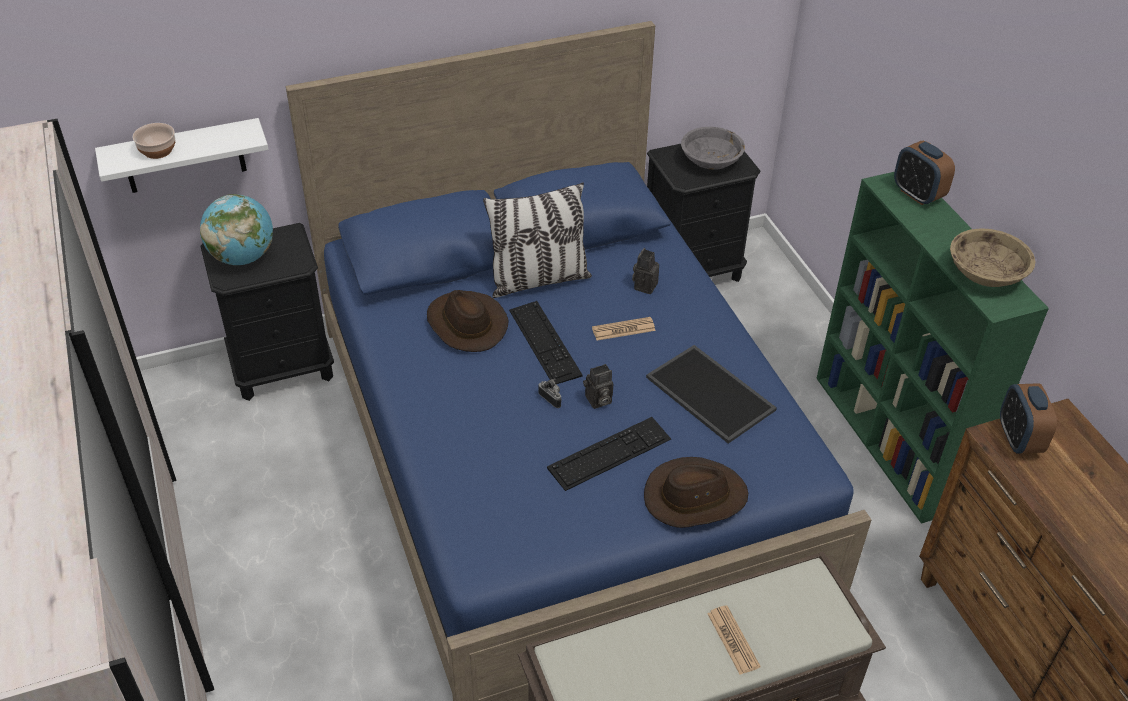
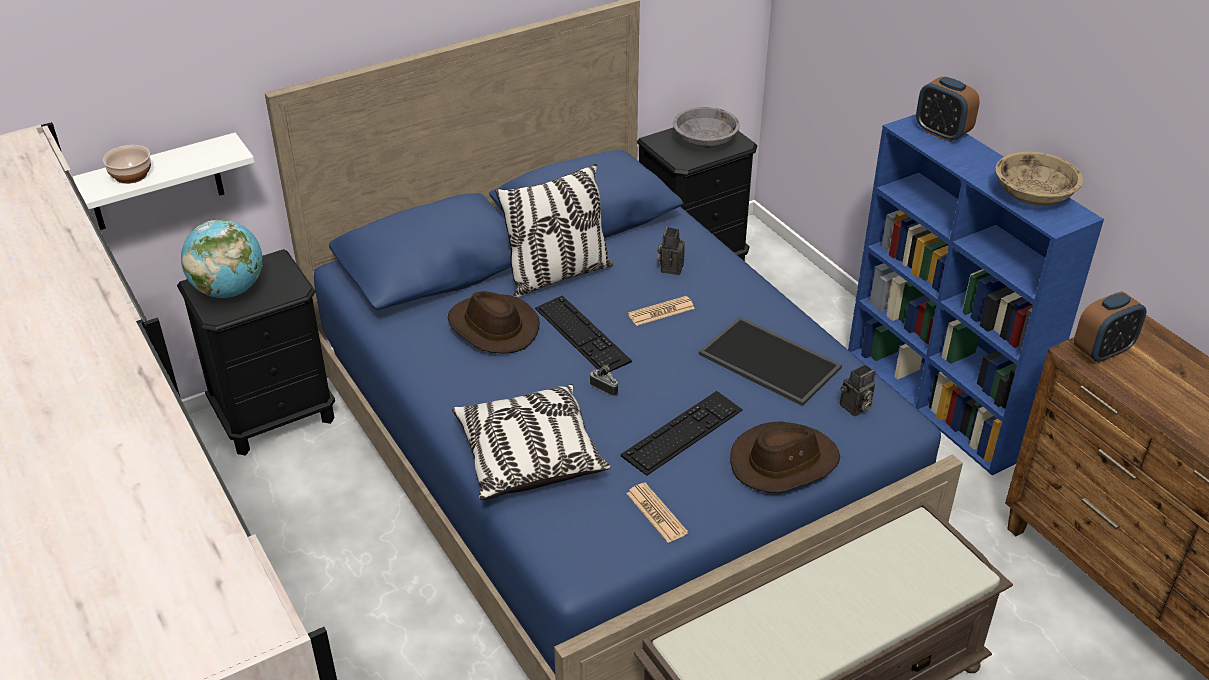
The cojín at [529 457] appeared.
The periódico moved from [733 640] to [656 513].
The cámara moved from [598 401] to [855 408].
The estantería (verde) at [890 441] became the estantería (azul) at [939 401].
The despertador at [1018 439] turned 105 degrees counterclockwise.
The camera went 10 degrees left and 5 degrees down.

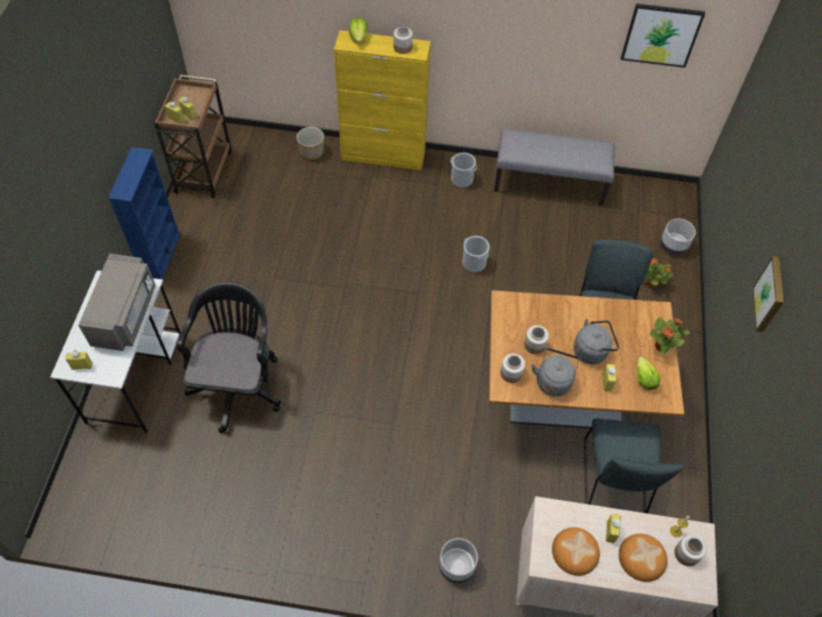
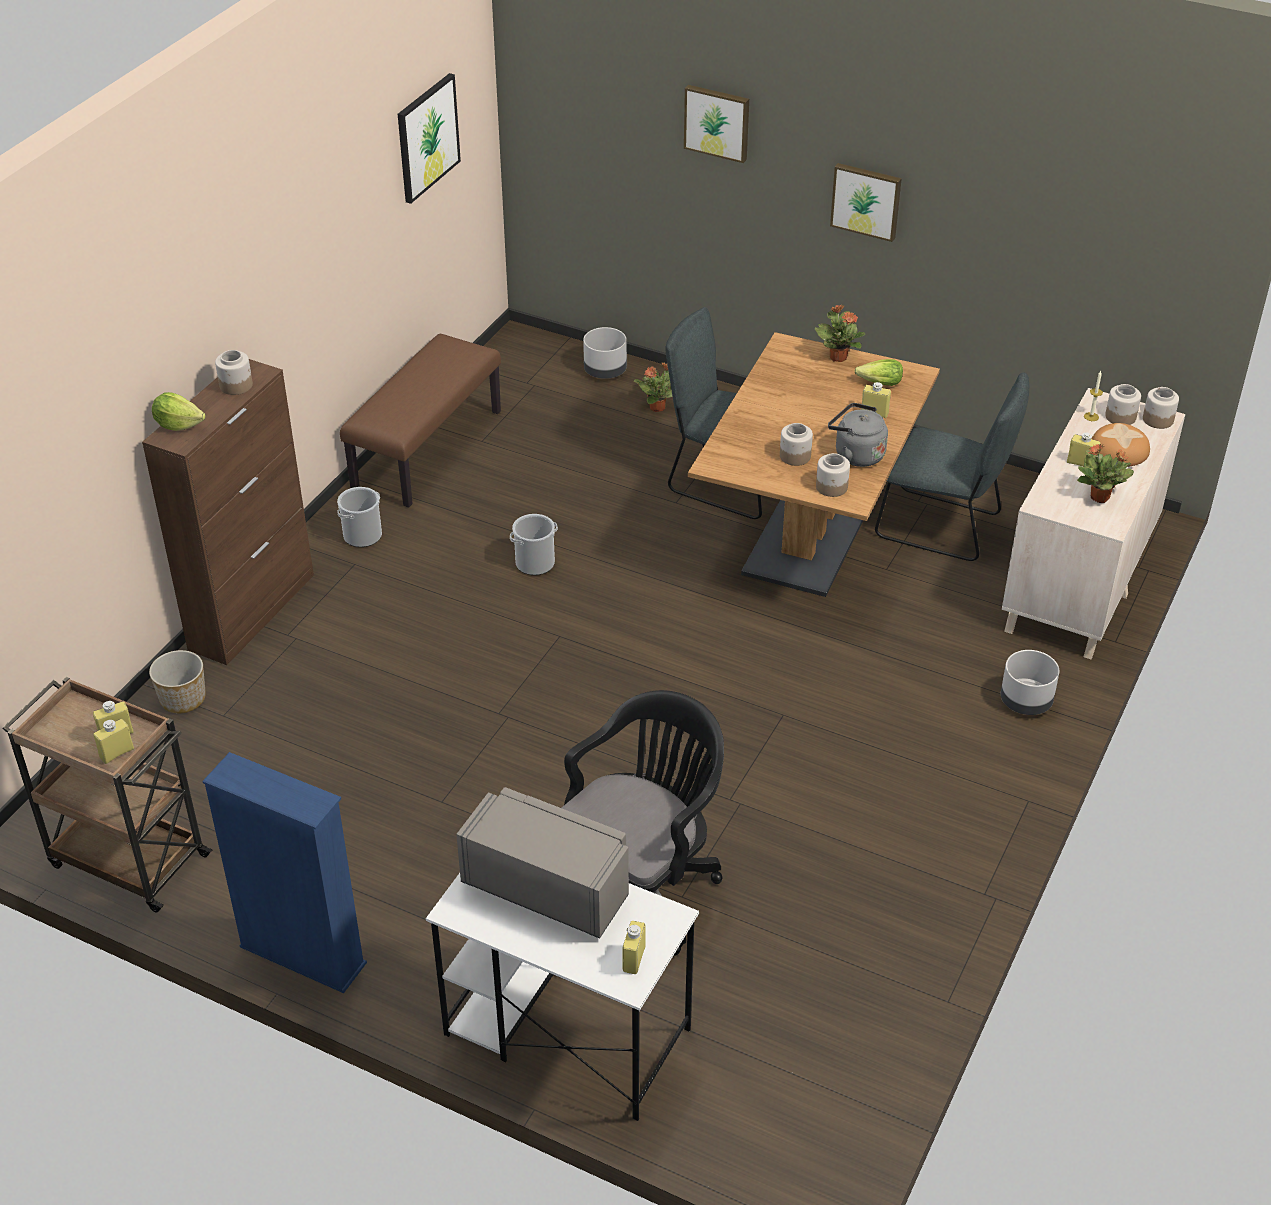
The armario (amarillo) at [383 156] became the armario (marrón) at [253 611].
The banco (gris) at [549 183] became the banco (marrón) at [426 448].
The silla de oficina (negro) at [238 384] turned 105 degrees clockwise.
The cuadro at [717 122] appeared.
The pan at [574 552] was replaced by the planta en maceta at [1100 498].
The tarro at [1157 419] appeared.
The hervidor (gris) at [592 351] disappeared.
The camera went 70 degrees left and 15 degrees down.

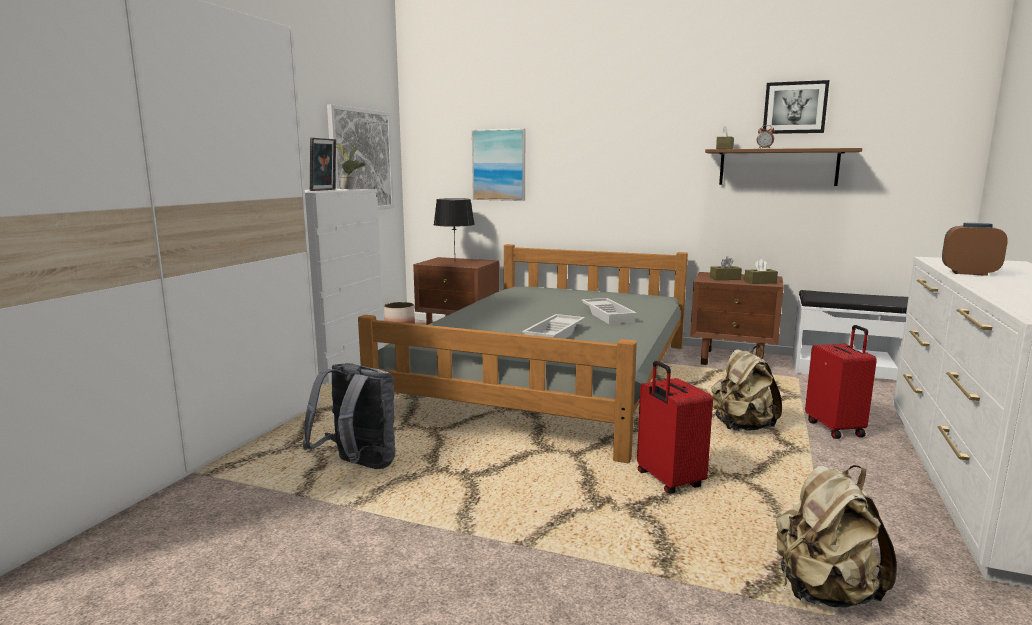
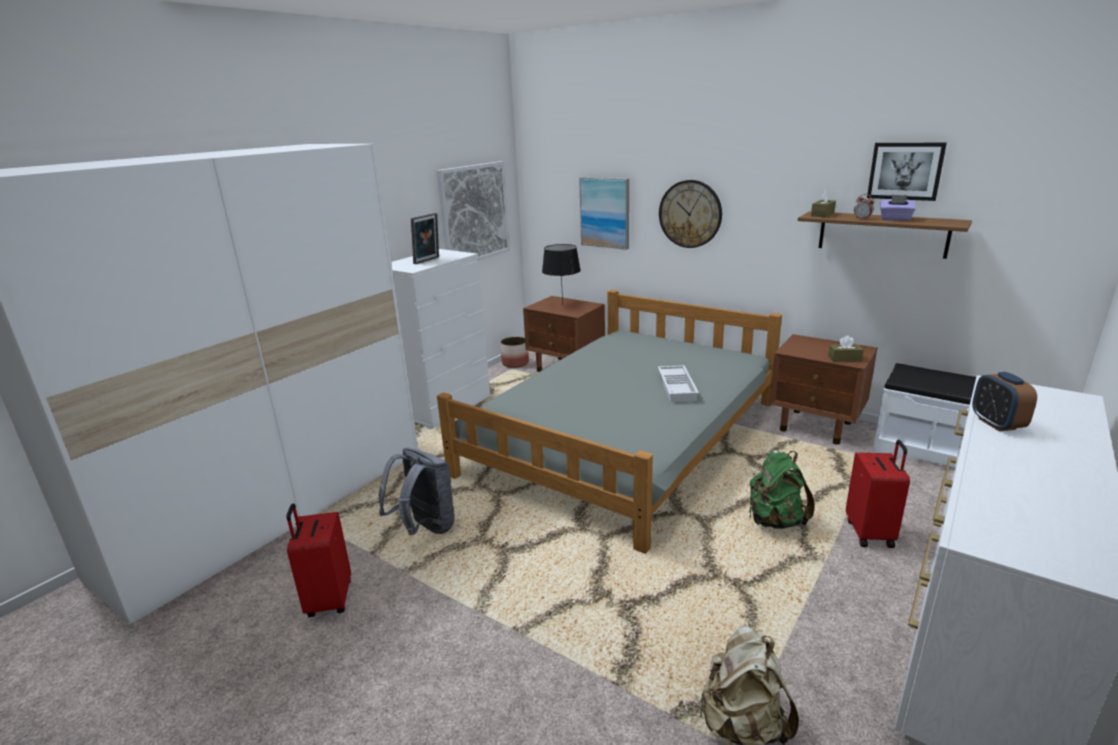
The maleta (rojo) moved from [668 481] to [328 600].
The reloj de pared at [690 214] appeared.
The mochila (beis) at [741 427] became the mochila (verde) at [775 521].
The caja de pañuelos (morado) at [895 219] appeared.
The despertador at [969 273] turned 135 degrees counterclockwise.
The planta en maceta at [351 189] disappeared.
The bandeja (blanco) at [555 335] disappeared.
The caja de pañuelos (marrón) at [725 278] disappeared.
The camera went 15 degrees right and 10 degrees up.

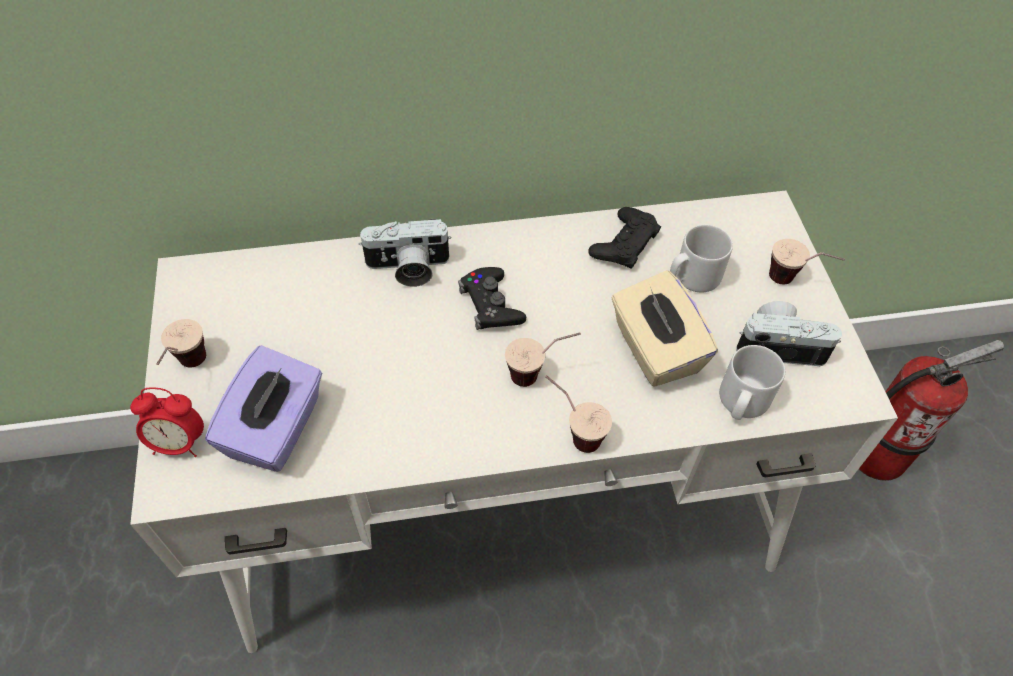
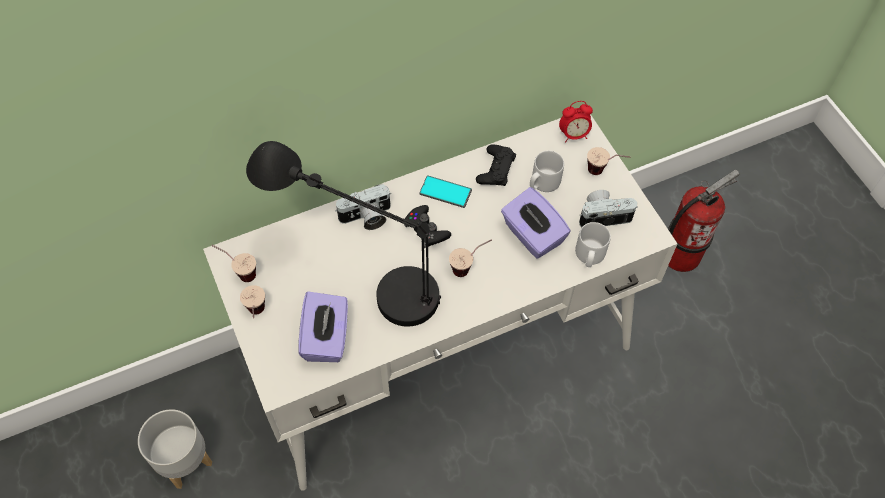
The maceta (gris) at [184 461] appeared.
The taza moved from [572 431] to [239 272].
The lámpara de mesa (negro) at [358 276] appeared.
The móvil at [445 192] appeared.
The caja de pañuelos (beis) at [655 349] became the caja de pañuelos (morado) at [532 235].
The despertador moved from [179 443] to [573 135].
The camera went 15 degrees left and 5 degrees up.

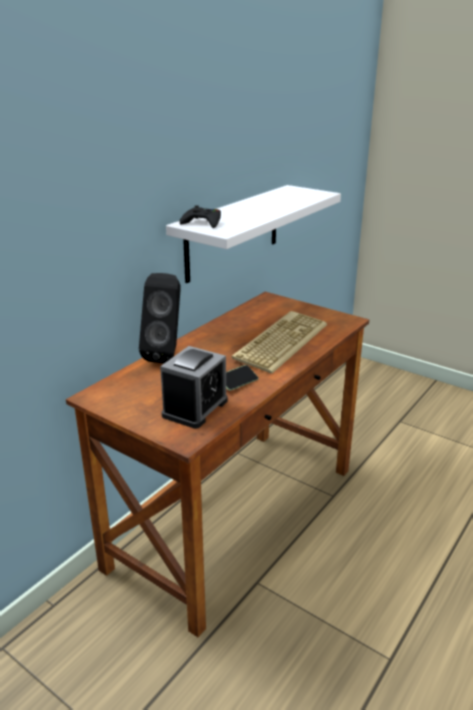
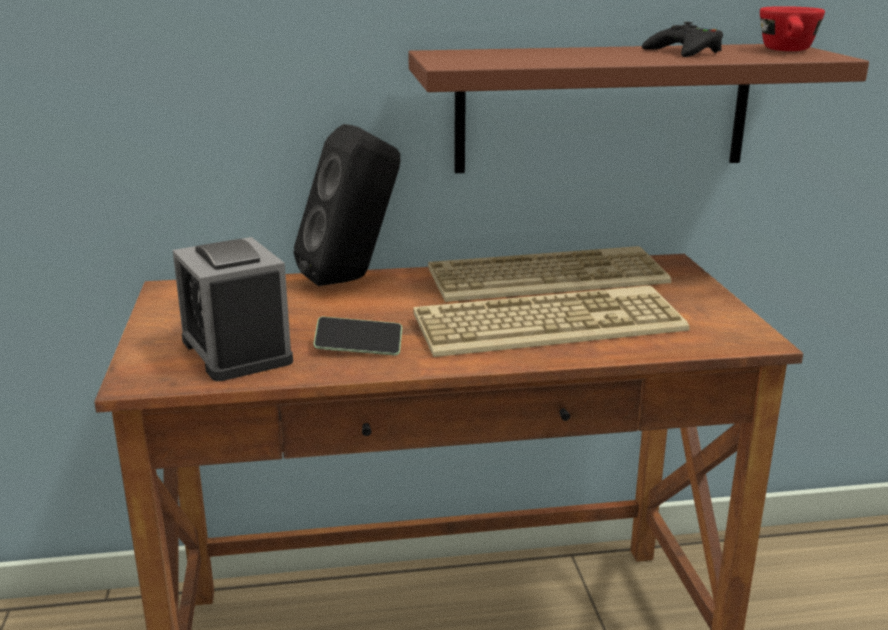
The despertador at [195 408] turned 75 degrees clockwise.
The estante (blanco) at [233 232] became the estante (marrón) at [603 108].
The teclado at [548 276] appeared.
The mando de consola (negro) moved from [202 222] to [684 52].
The taza (rojo) at [789 51] appeared.
The camera went 45 degrees right and 5 degrees down.

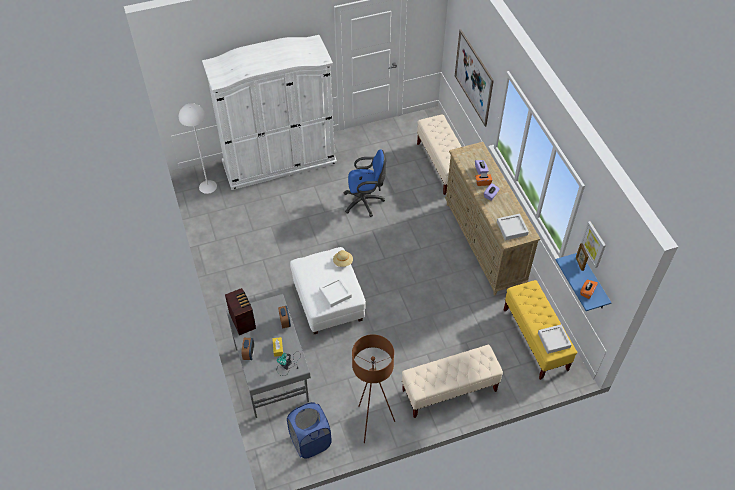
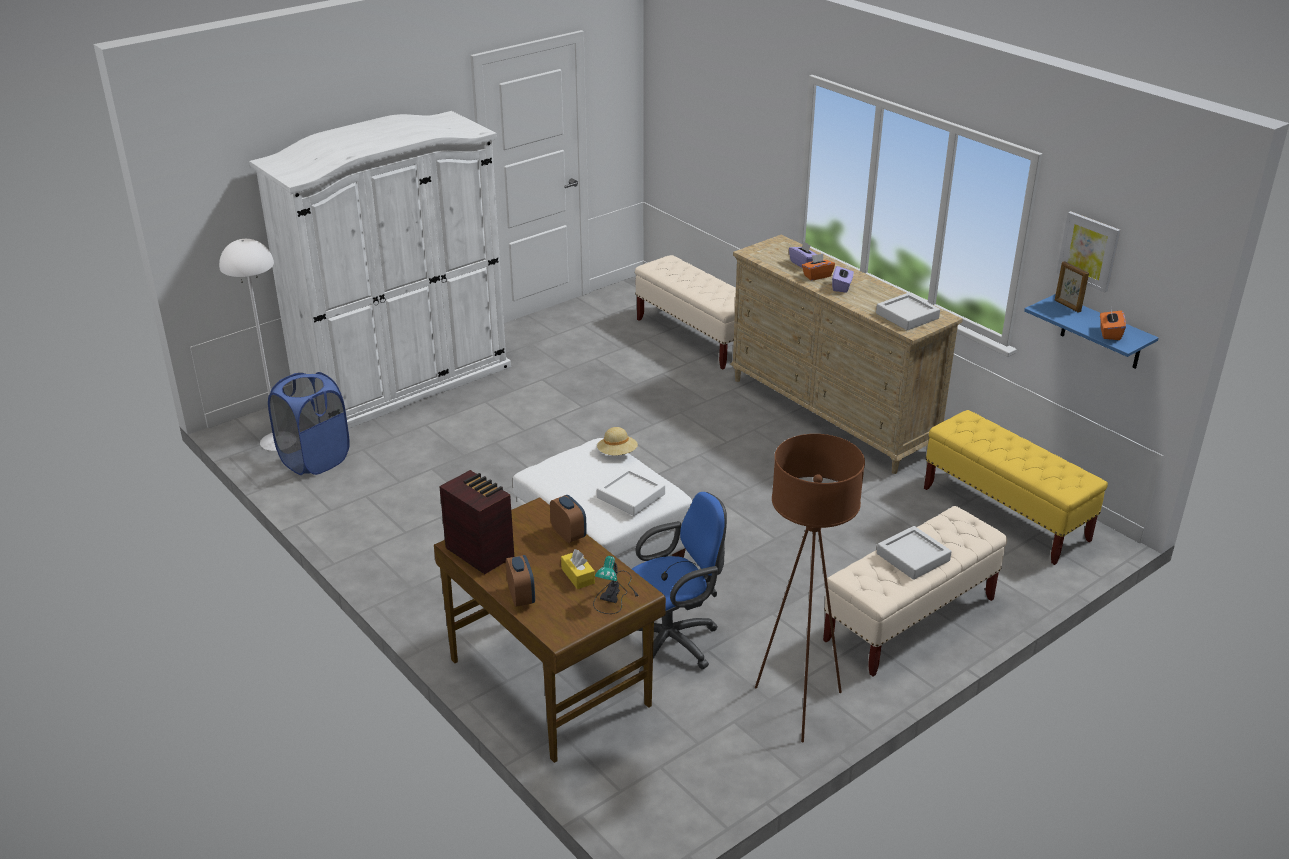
The cesto de la ropa (azul) moved from [310 441] to [315 459].
The escritorio (gris) at [272 373] became the escritorio (marrón) at [550 680].
The silla de oficina (azul) moved from [365 202] to [674 642].
The bandeja (gris) moved from [553 340] to [913 557].
The cuadro at [473 77] disappeared.
The camera went 20 degrees left and 20 degrees down.

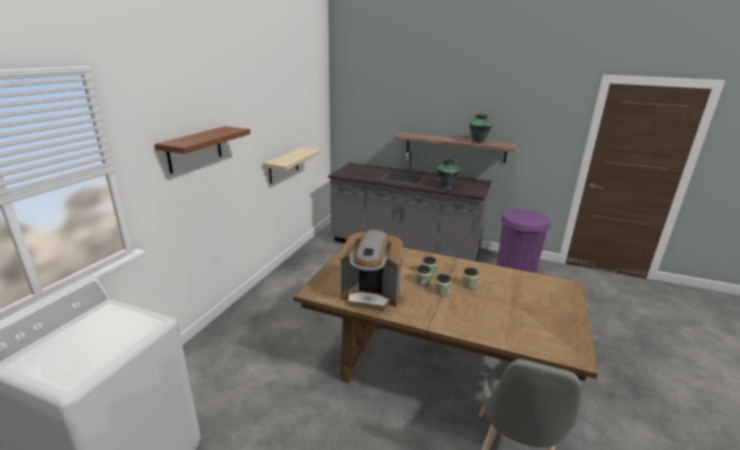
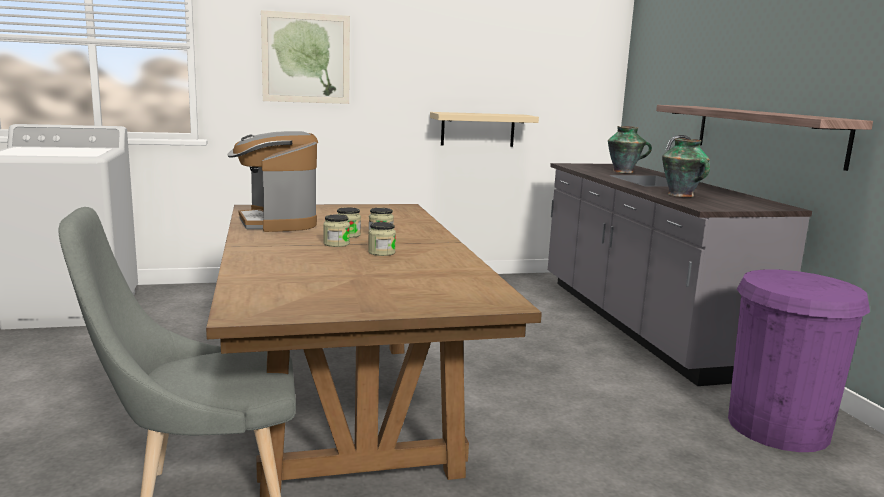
The estante (marrón) at [195 149] was replaced by the cuadro at [306 58].
The florero moved from [478 142] to [624 172].
The camera went 55 degrees right and 10 degrees down.

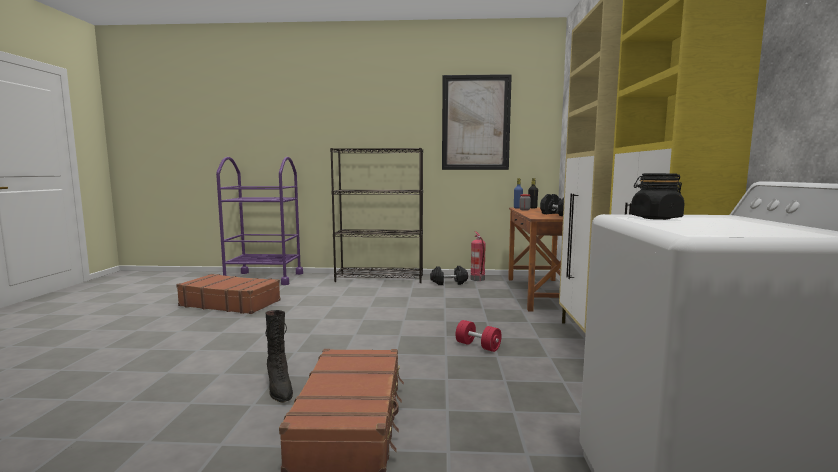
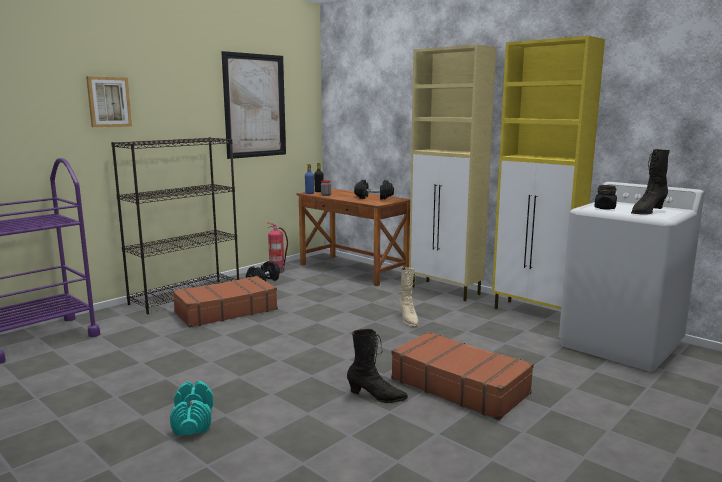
The cuadro at [109 102] appeared.
The mancuerna (turquesa) at [193 421] appeared.
The maleta (marrón) moved from [230 303] to [225 311].
The mancuerna (rojo) at [478 346] was replaced by the bota (beis) at [408 319].
The bota (negro) at [647 212] appeared.
The camera went 50 degrees left and 5 degrees up.

